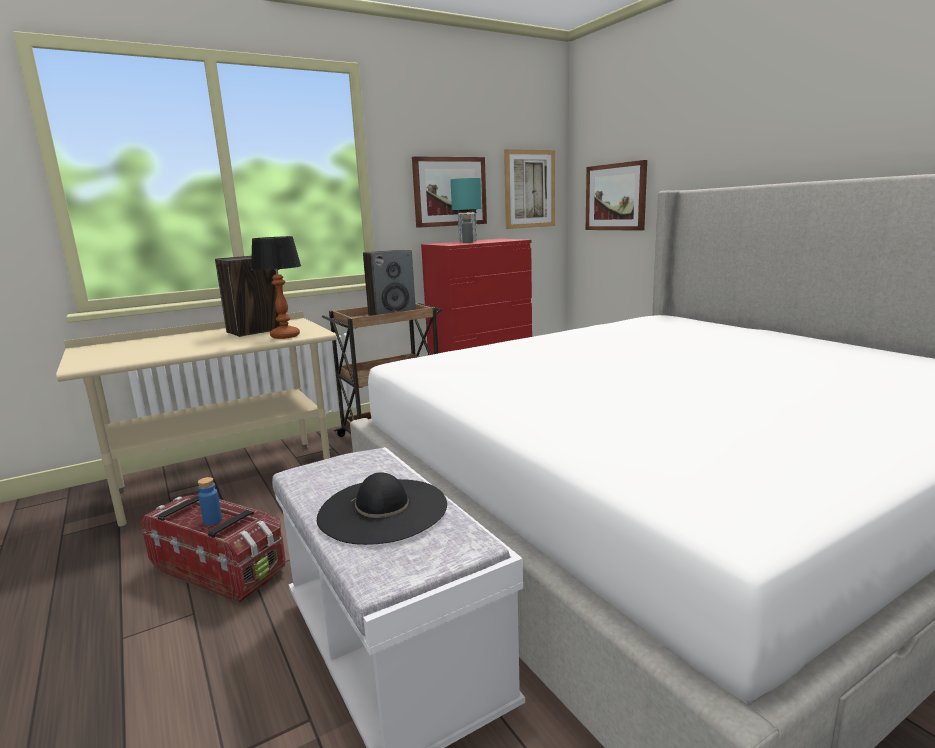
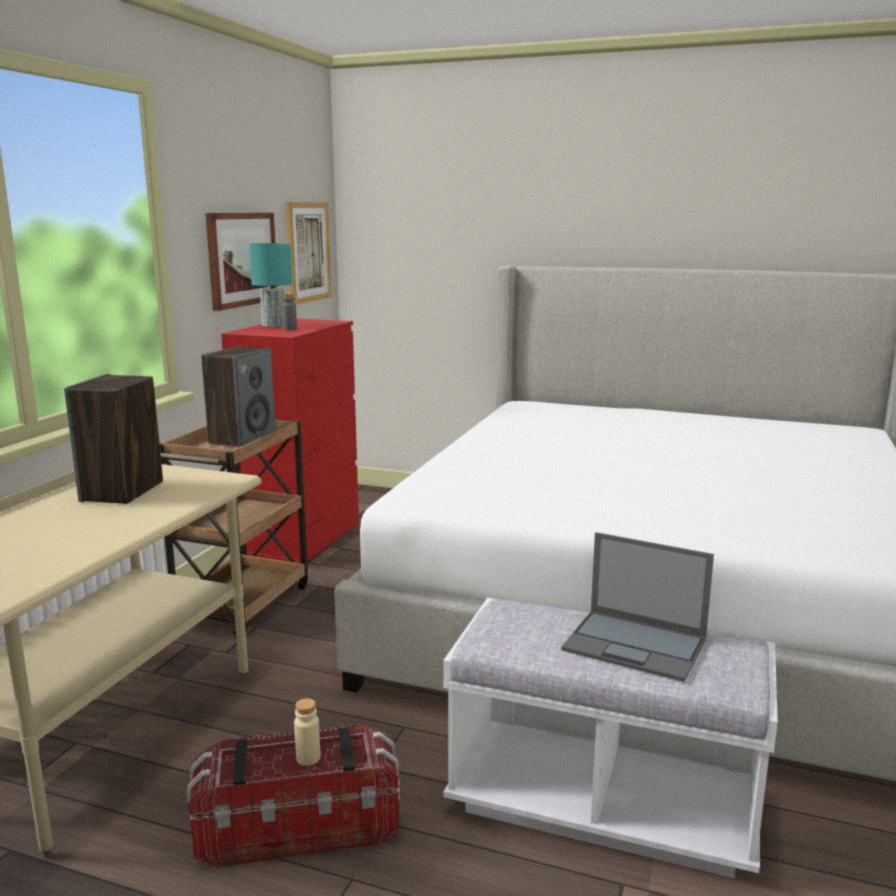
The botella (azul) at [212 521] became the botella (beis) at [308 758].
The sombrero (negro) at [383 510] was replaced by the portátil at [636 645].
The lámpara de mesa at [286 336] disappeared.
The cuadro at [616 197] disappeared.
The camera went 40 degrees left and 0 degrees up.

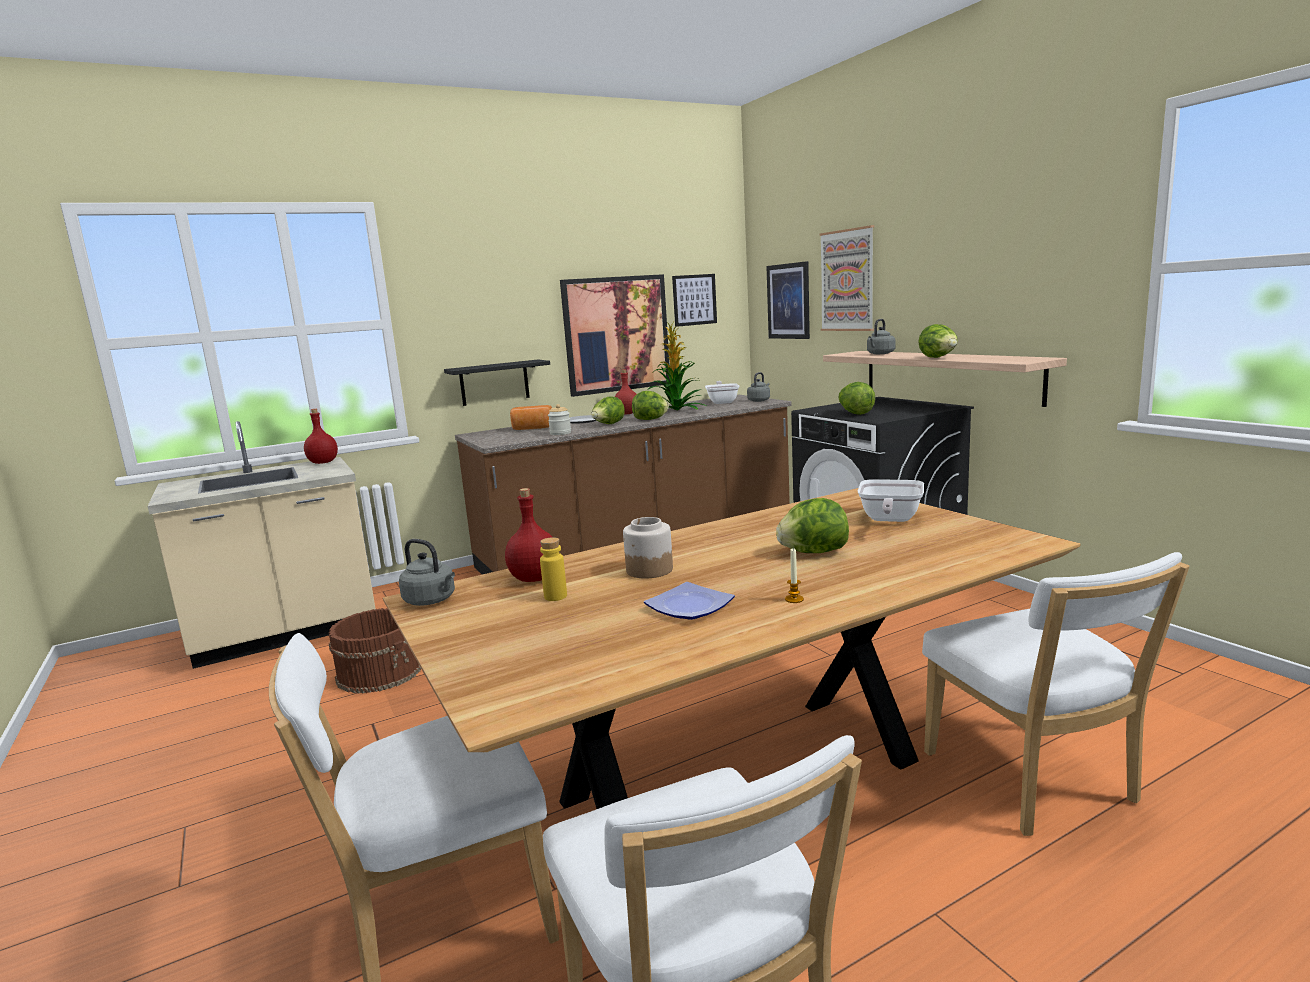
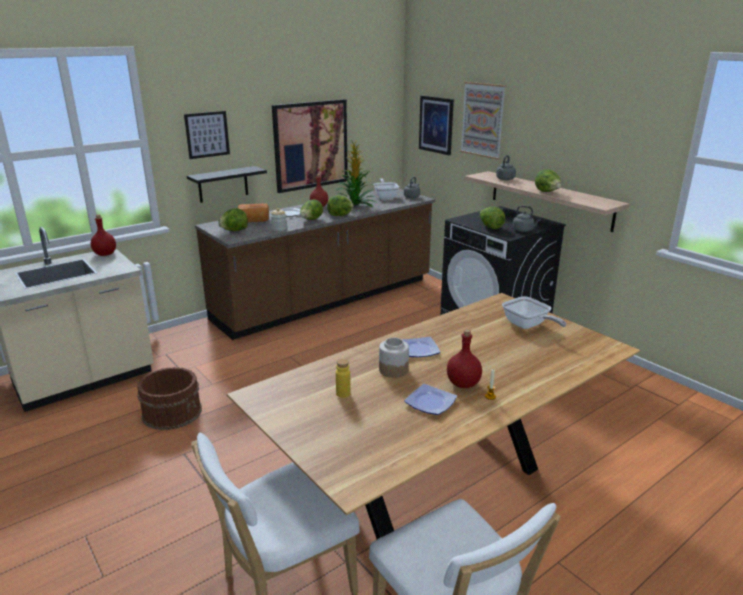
The cuadro moved from [694 300] to [207 134].
The lechuga moved from [813 552] to [234 230].
The plato at [419 350] appeared.
The botella (rojo) moved from [534 579] to [463 384].
The sartén at [889 520] turned 45 degrees counterclockwise.
The hervidor (gris) moved from [432 600] to [524 230].
The silla (blanco) at [1033 782] disappeared.
The camera went 10 degrees left and 10 degrees up.

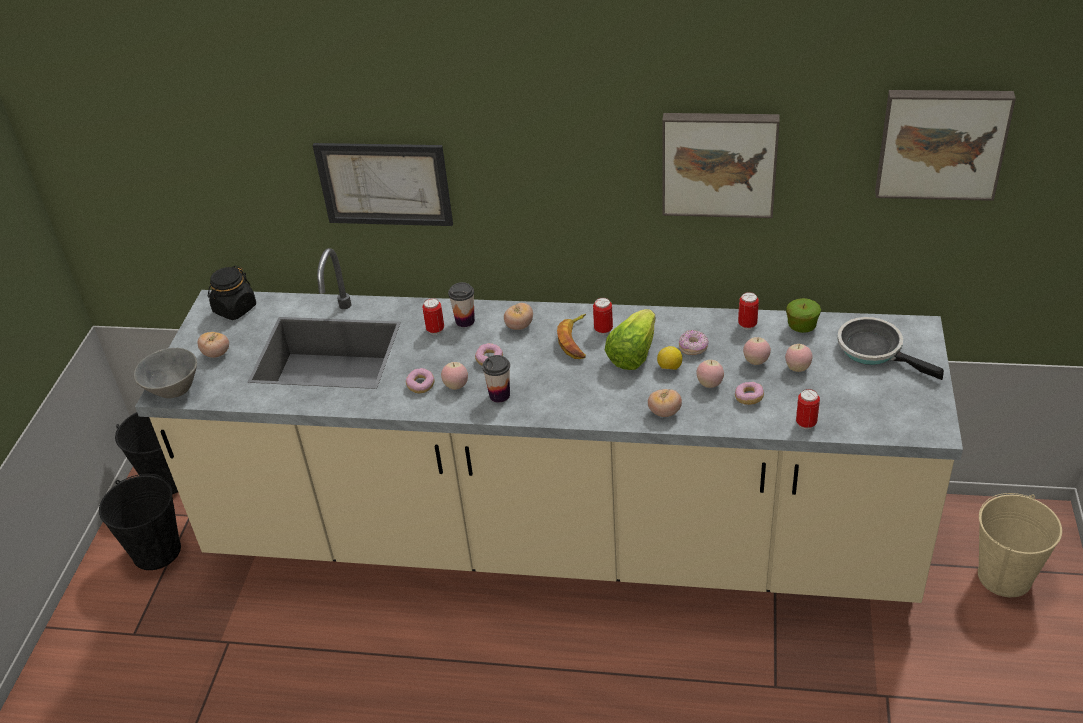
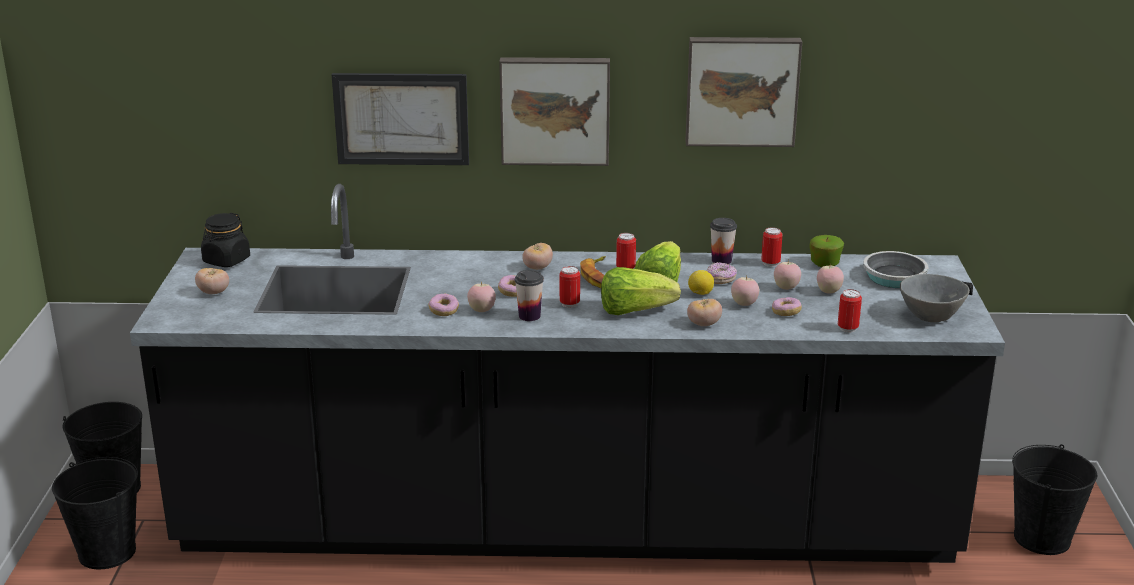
The mueble bajo de cocina (beis) at [557 538] became the mueble bajo de cocina (negro) at [567 525].
The cuadro moved from [941 142] to [555 110].
The lata moved from [435 330] to [569 304].
The lechuga at [634 311] appeared.
The taza moved from [465 321] to [721 260].
The cuenco (gris) moved from [173 388] to [930 315].
The cubo (beis) at [1005 576] became the cubo (negro) at [1042 538].
The camera went 10 degrees left and 15 degrees down.

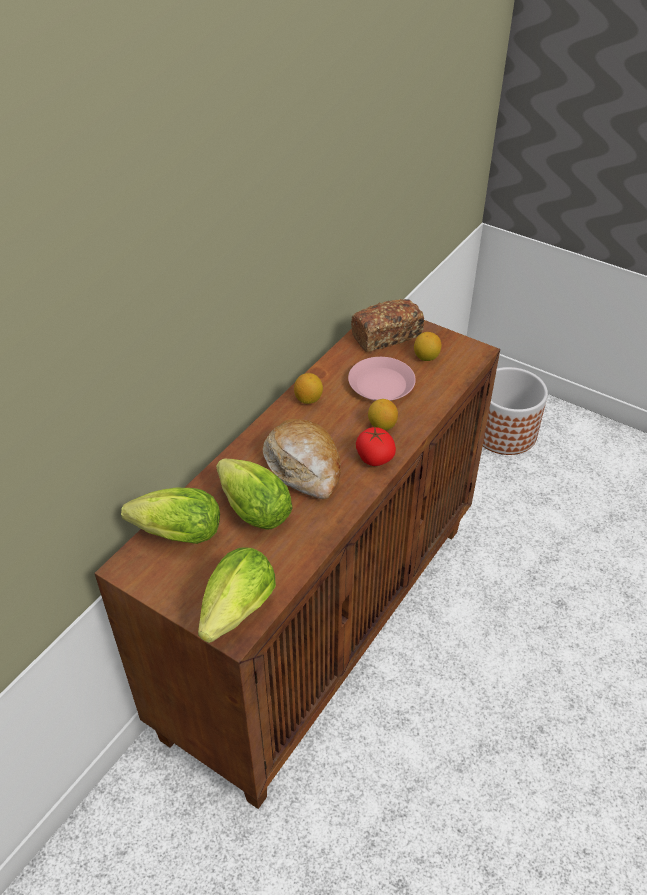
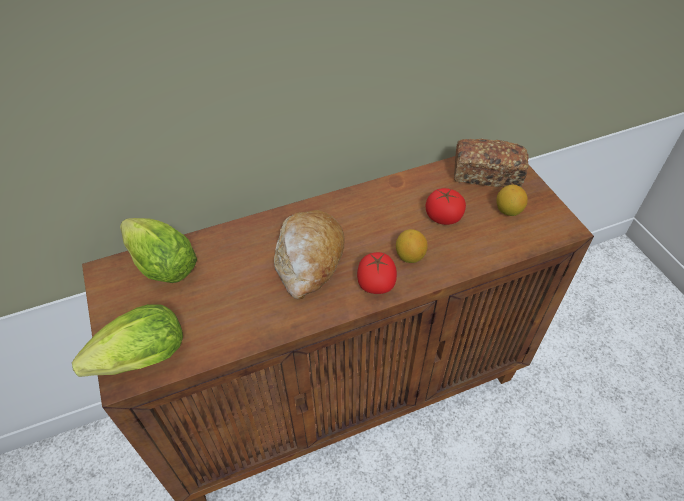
The plato (rosa) at [381 384] was replaced by the tomate at [443 217].
The lechuga at [251 508] disappeared.
The limón at [308 399] disappeared.
The maceta at [503 432] disappeared.
The camera went 35 degrees right and 5 degrees up.

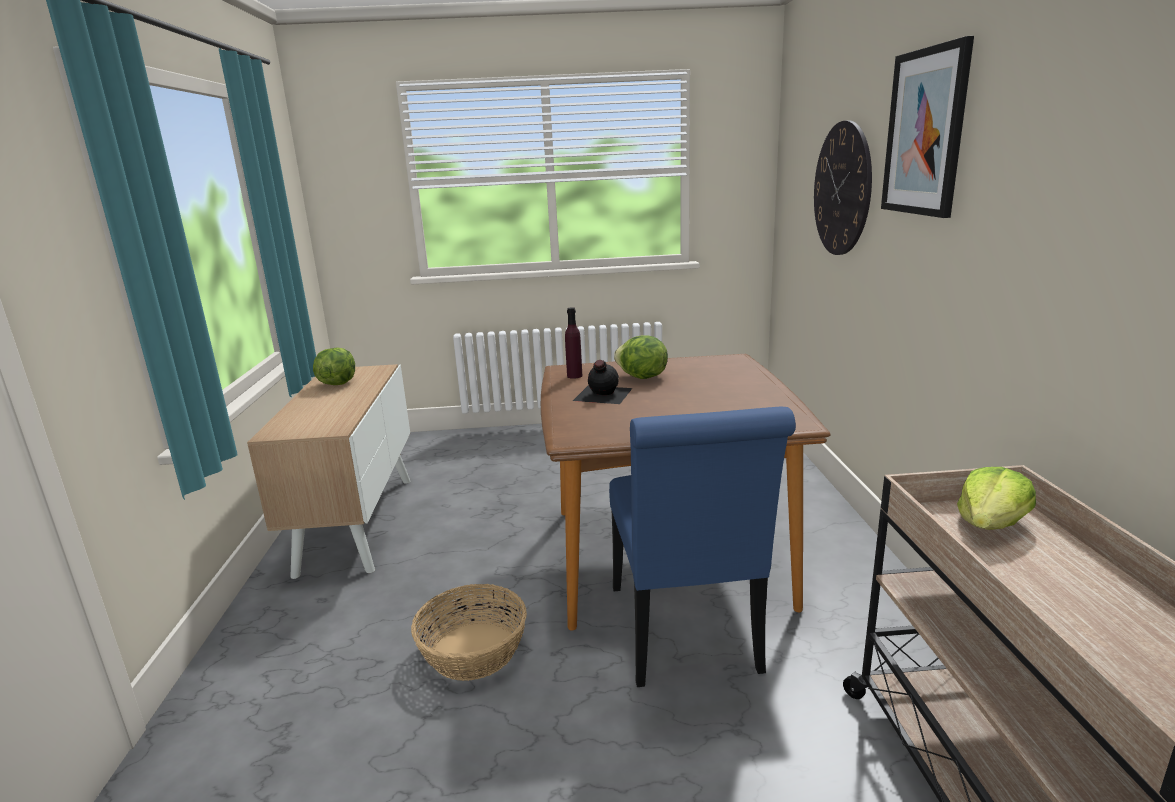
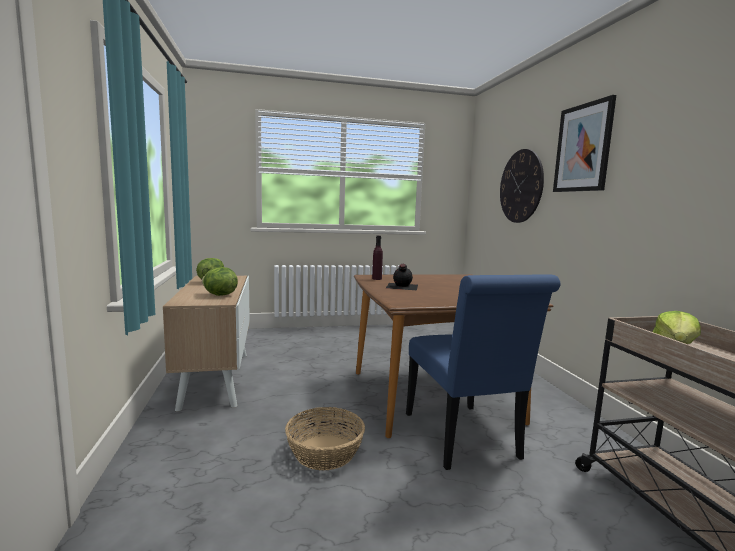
The lechuga moved from [641 377] to [219 295].
The camera went 10 degrees left and 10 degrees down.

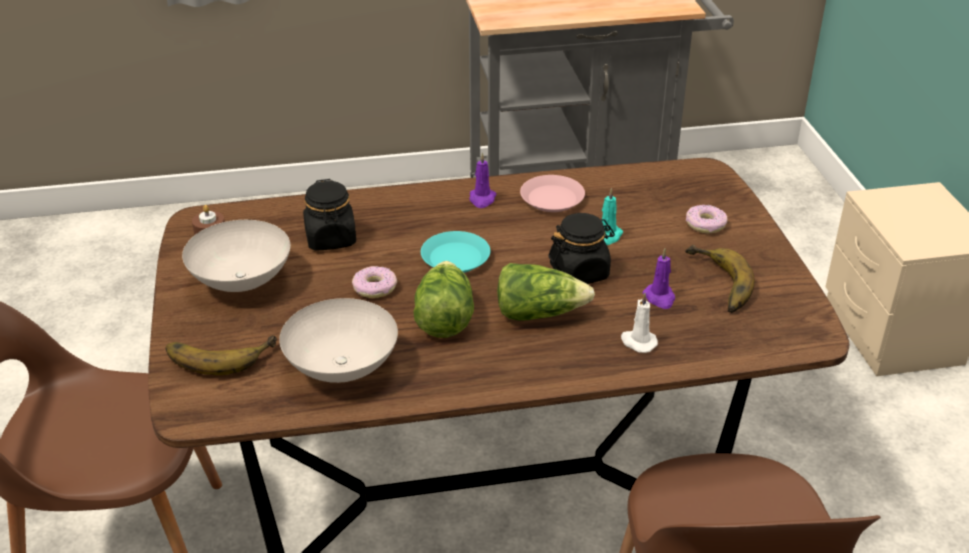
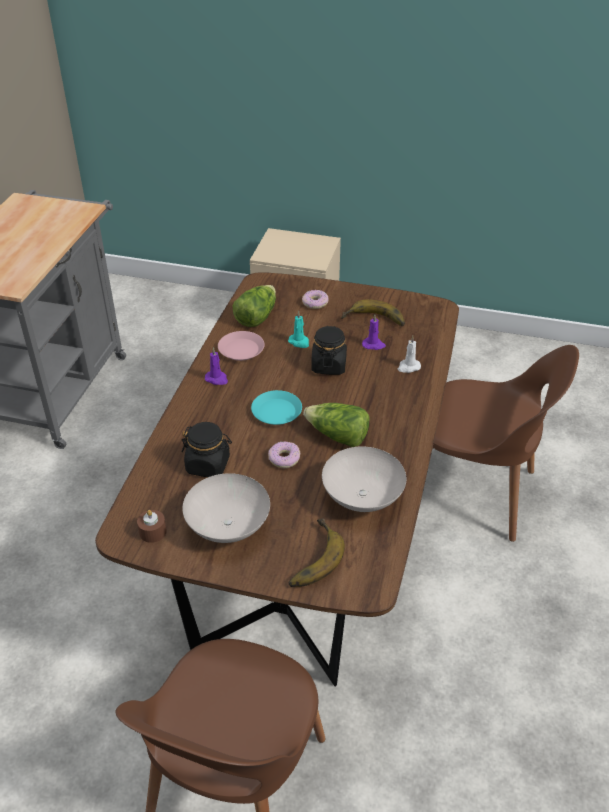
The lechuga moved from [539 313] to [256 316].
The camera went 65 degrees left and 5 degrees up.

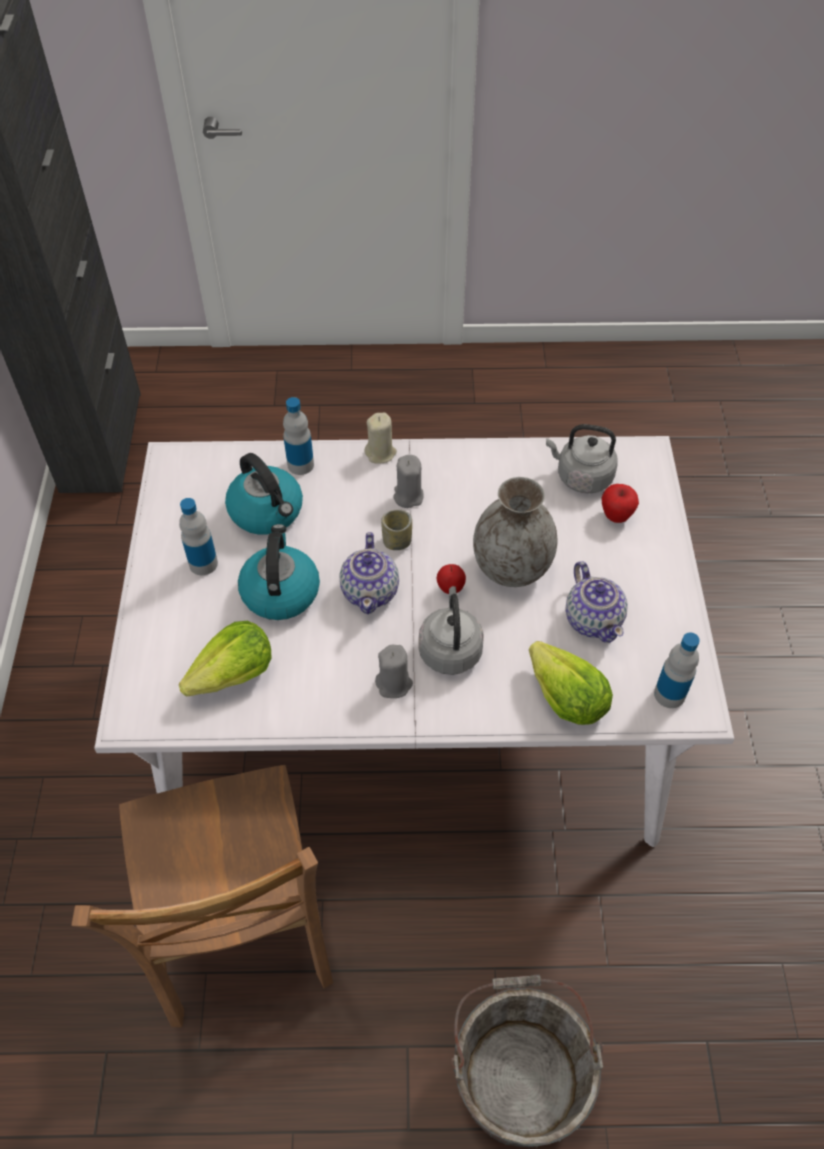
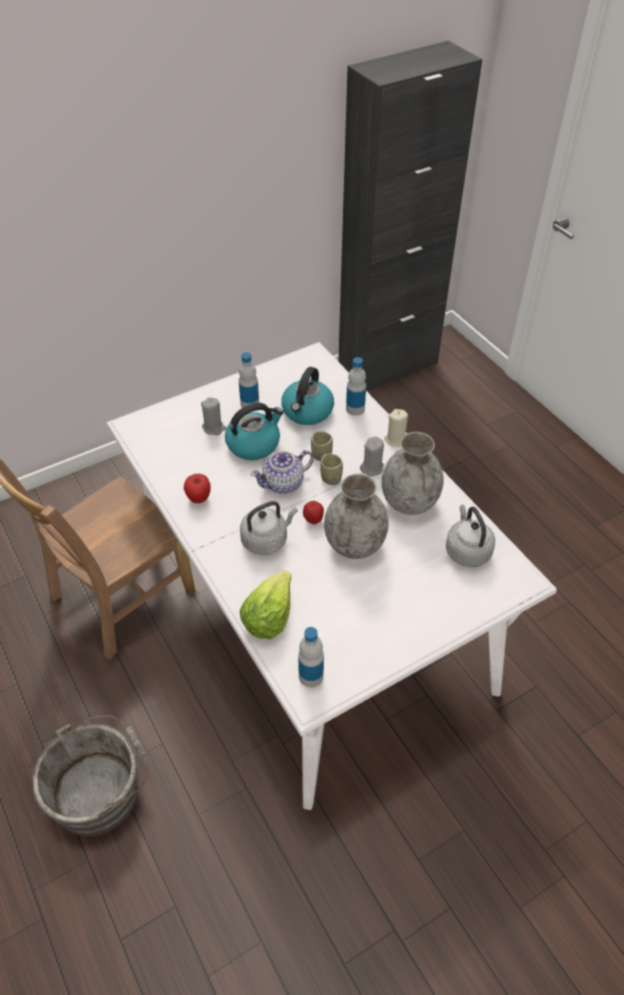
The manzana moved from [616 516] to [199 498].
The vela (gris) moved from [394 684] to [214 428].
The taza at [321 455] appeared.
The florero (gris) at [410 502] appeared.
The lechuga at [233 675] disappeared.
The tetera at [593 619] disappeared.
The camera went 60 degrees right and 5 degrees down.

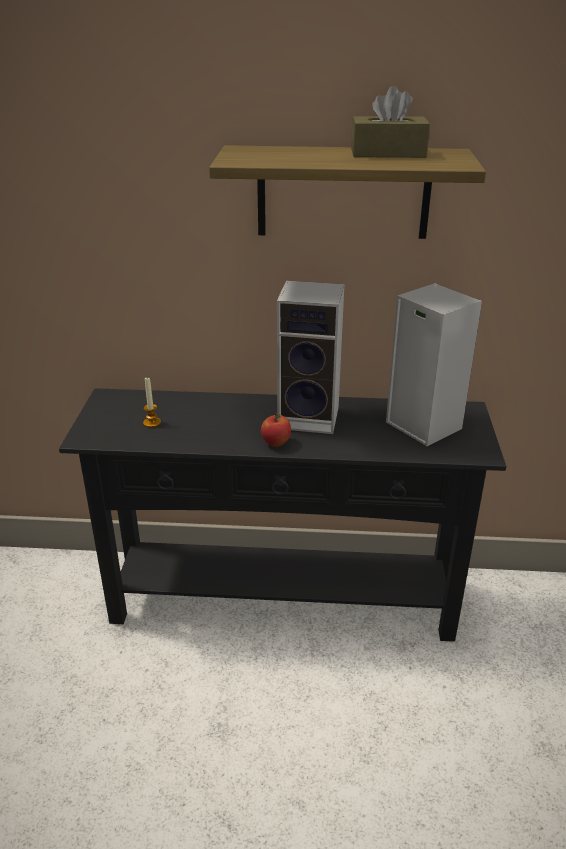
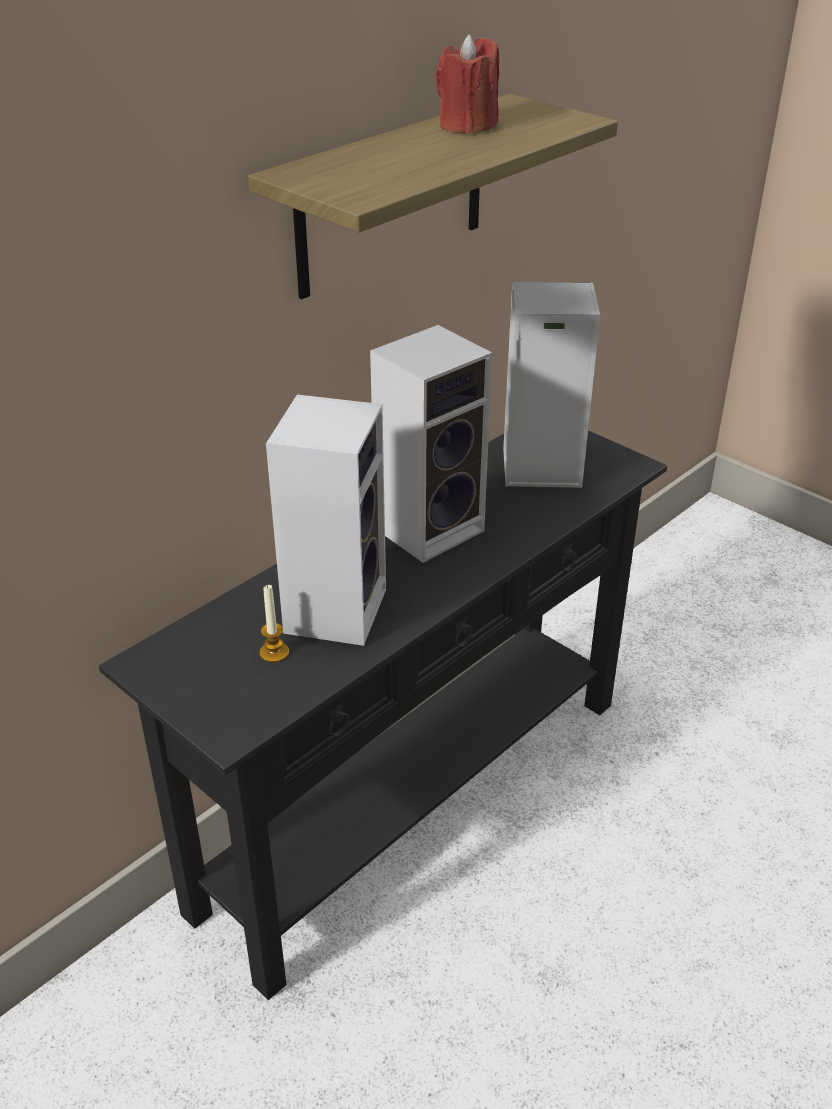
The altavoz at [334 608] appeared.
The caja de pañuelos (marrón) at [388 153] was replaced by the vela (rojo) at [467 125].
The manzana at [276 443] disappeared.
The camera went 50 degrees left and 5 degrees up.

